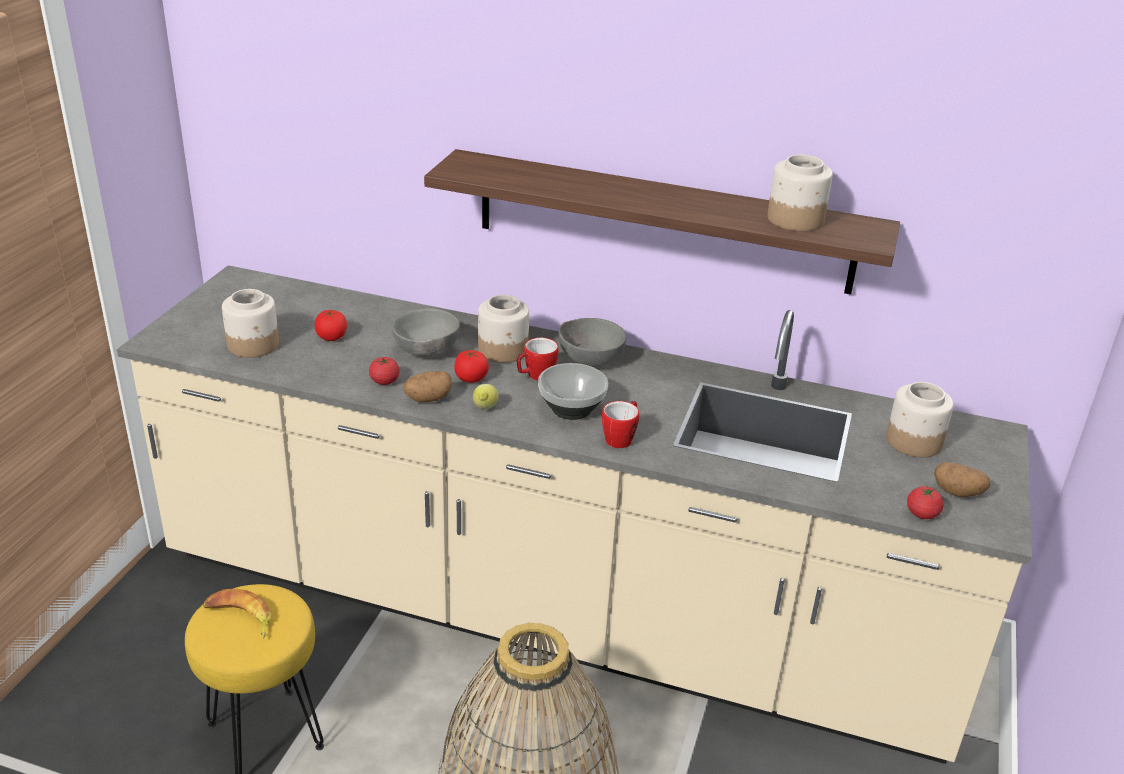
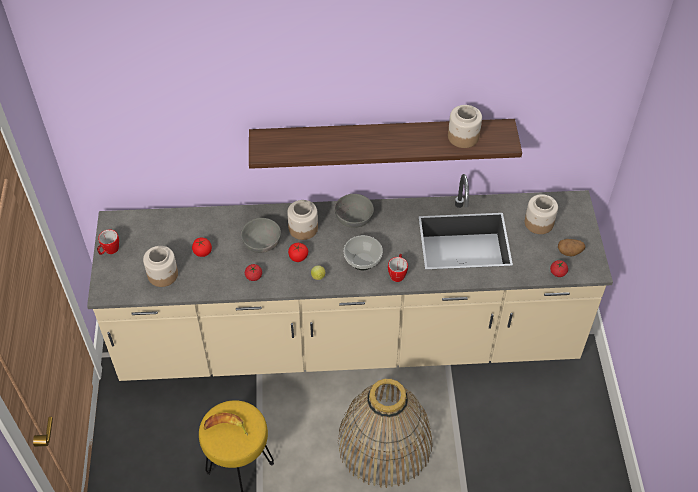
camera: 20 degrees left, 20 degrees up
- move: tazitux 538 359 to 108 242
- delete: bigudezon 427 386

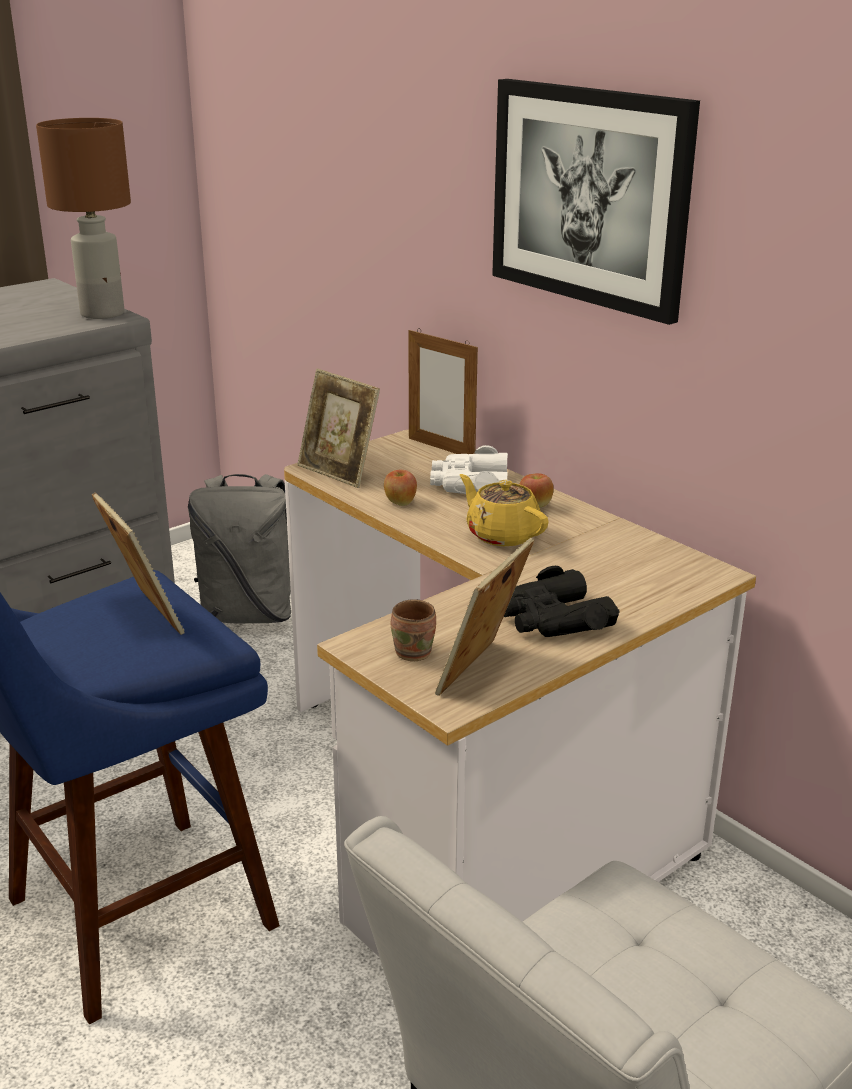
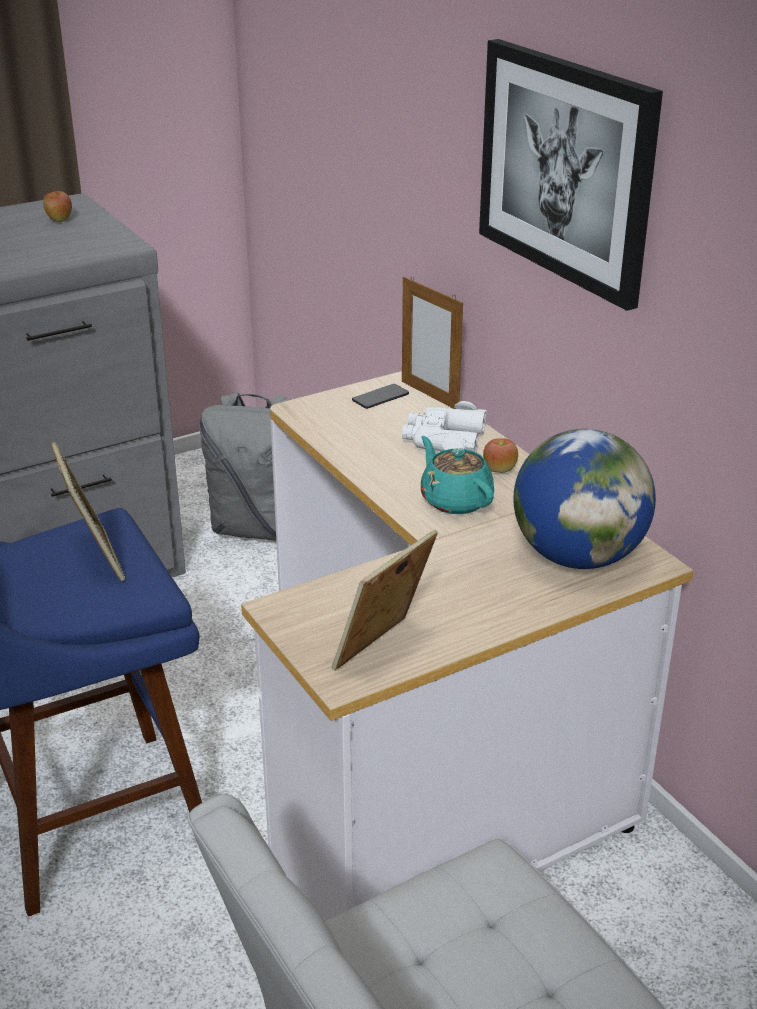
camera: 10 degrees right, 5 degrees up
- delete: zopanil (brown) 83 218
- delete: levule 338 428
- move: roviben 400 488 to 57 206
- recolor: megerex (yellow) 504 510 to megerex (turquoise) 457 475
- delete: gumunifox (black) 562 601
- delete: tazitux (brown) 413 630
- insert: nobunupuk 380 396
- insert: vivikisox 584 499

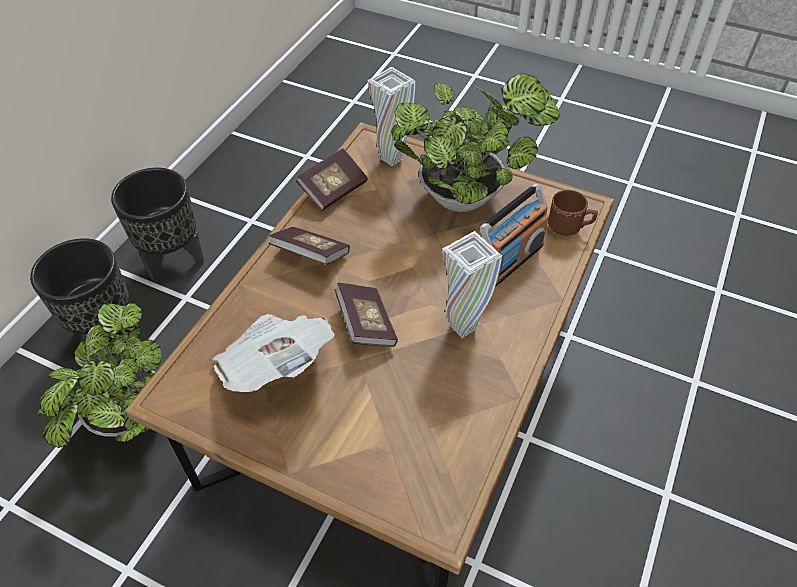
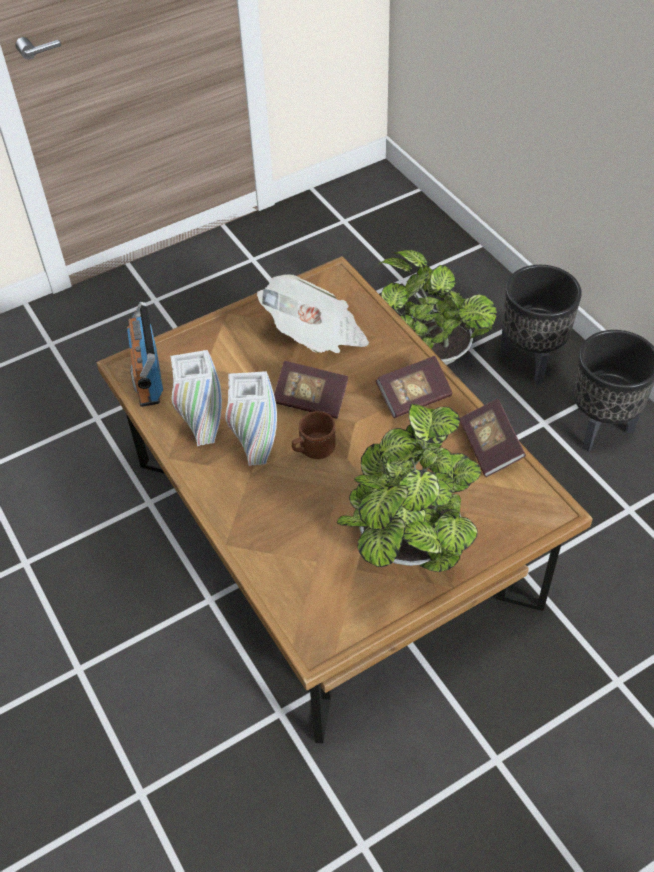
camera: 125 degrees right, 0 degrees up
- move: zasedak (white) 391 116 to 196 398
- move: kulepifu 514 235 to 145 354
- move: tazitux (brown) 573 213 to 314 435

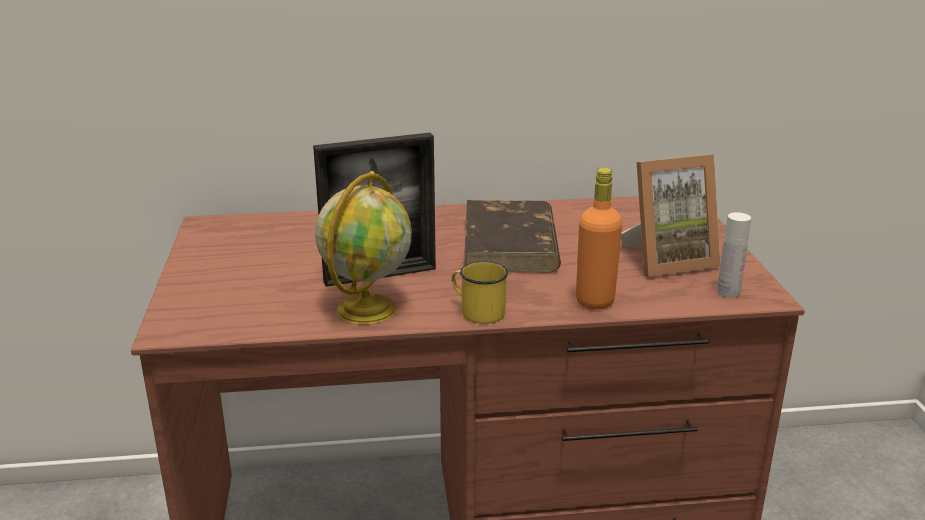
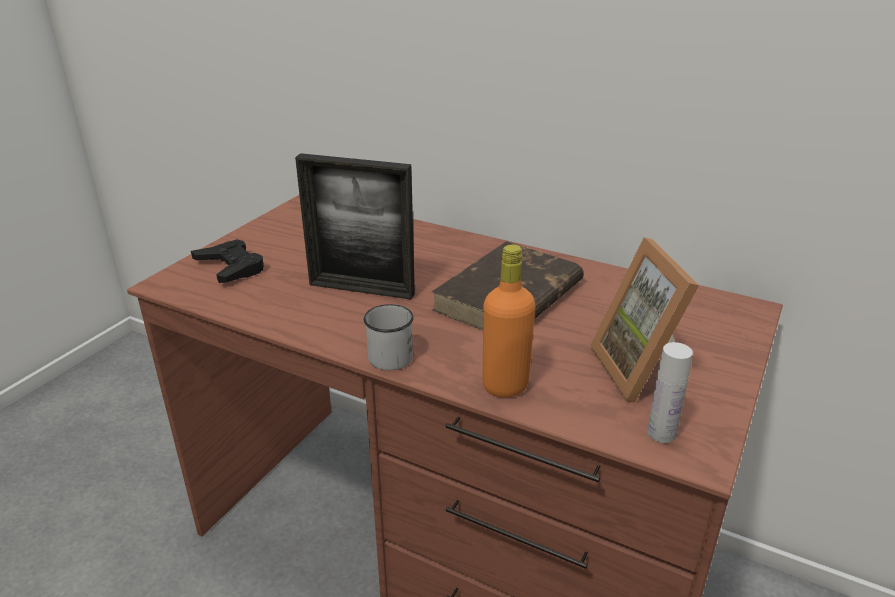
camera: 35 degrees right, 5 degrees up
- rotate: levule 670 215 = 644 319 60 degrees clockwise
- delete: vivikisox 363 247
- recolor: tazitux (yellow) 480 292 to tazitux (white) 388 337
- insert: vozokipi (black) 227 261

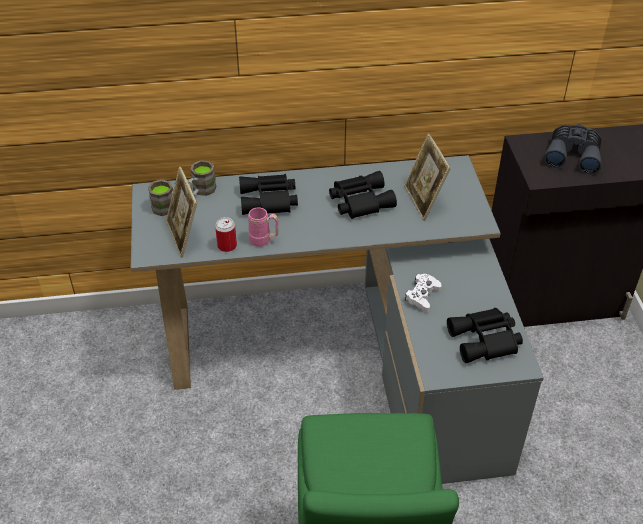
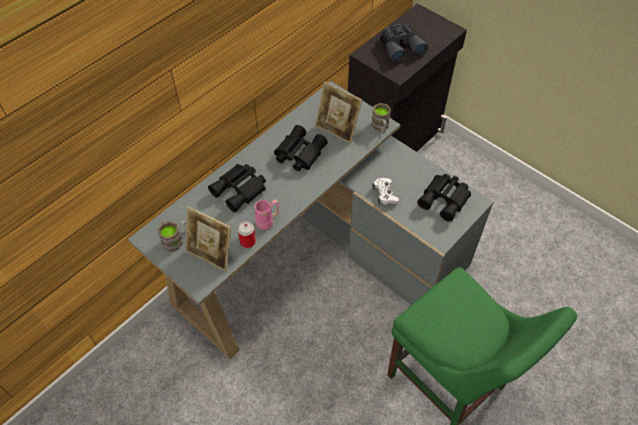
camera: 40 degrees left, 10 degrees up
- move: tazitux (brown) 202 178 to 381 118

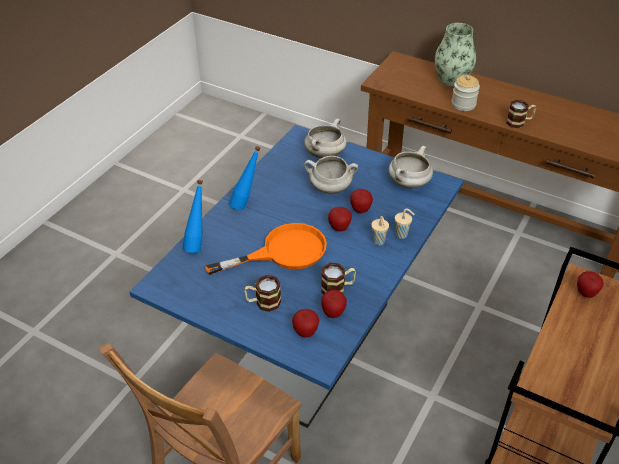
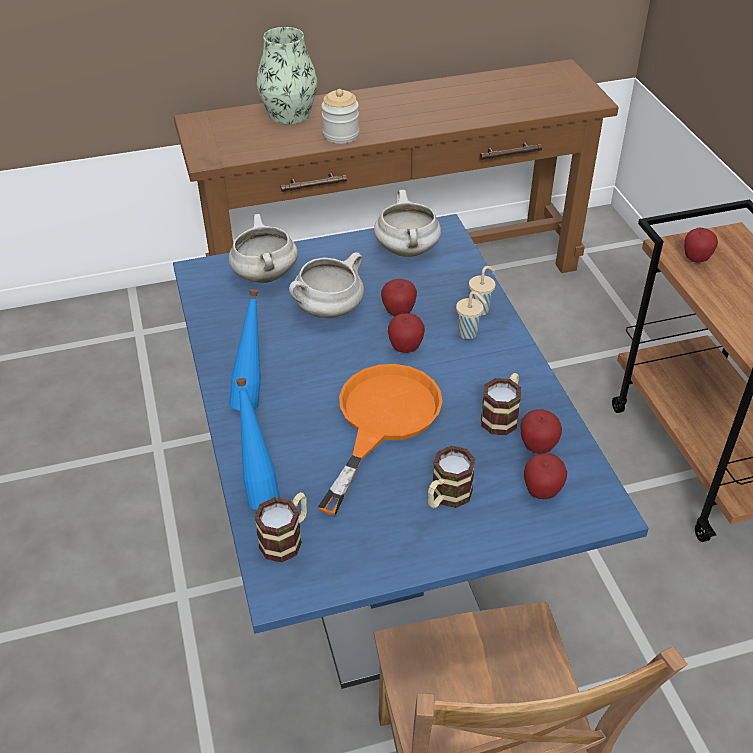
camera: 45 degrees left, 0 degrees up
- move: tazitux 521 114 to 280 527

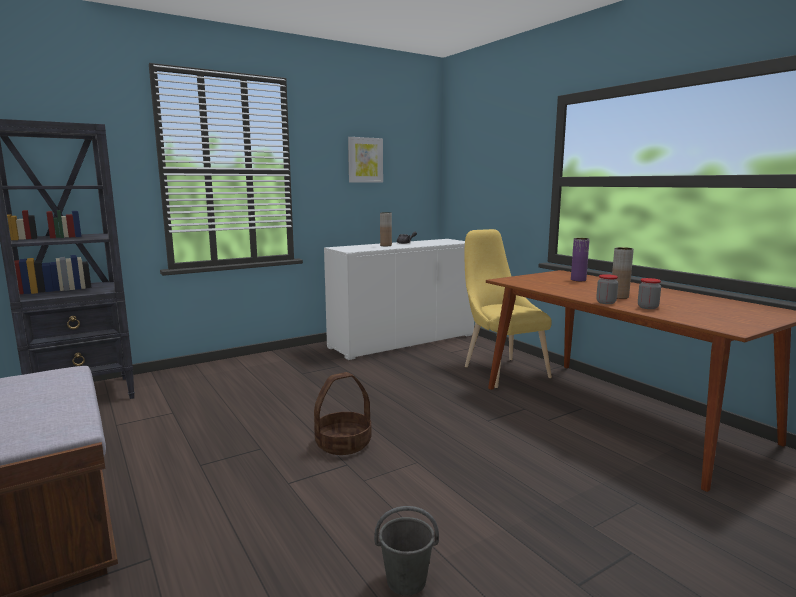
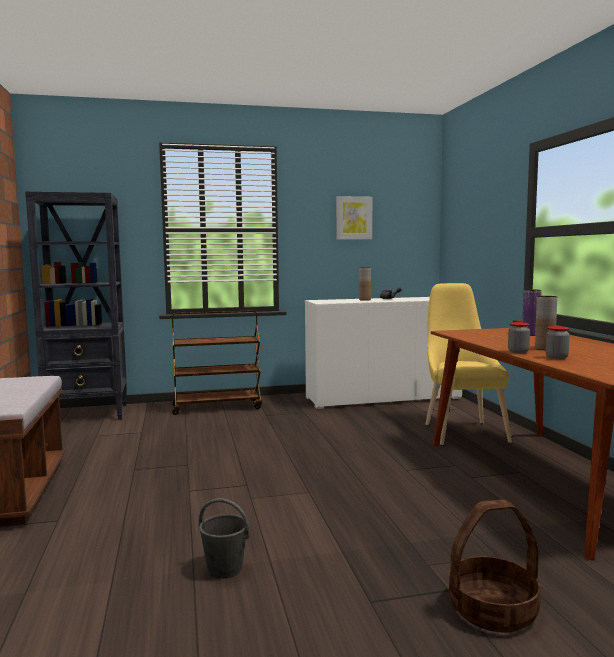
camera: 20 degrees right, 5 degrees down
- move: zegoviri 342 413 to 495 566
- insert: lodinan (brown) 217 362

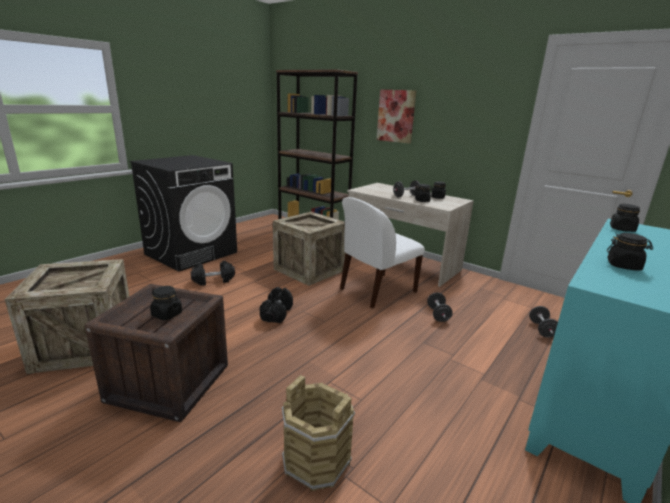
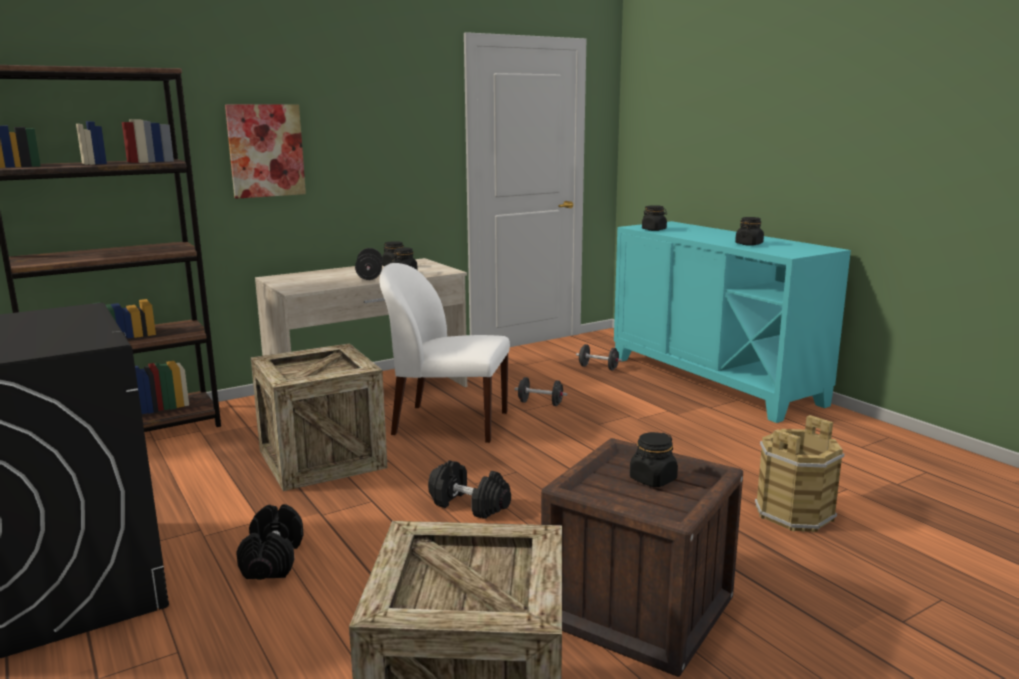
camera: 70 degrees left, 5 degrees down
- rotate: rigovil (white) 382 252 = 444 353 120 degrees clockwise

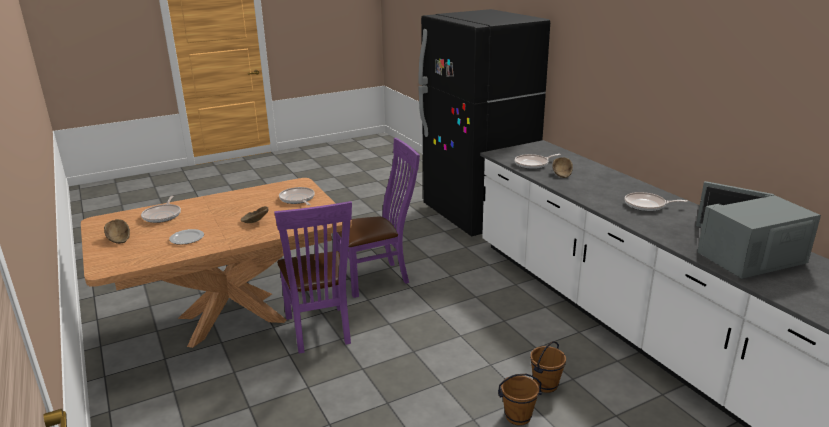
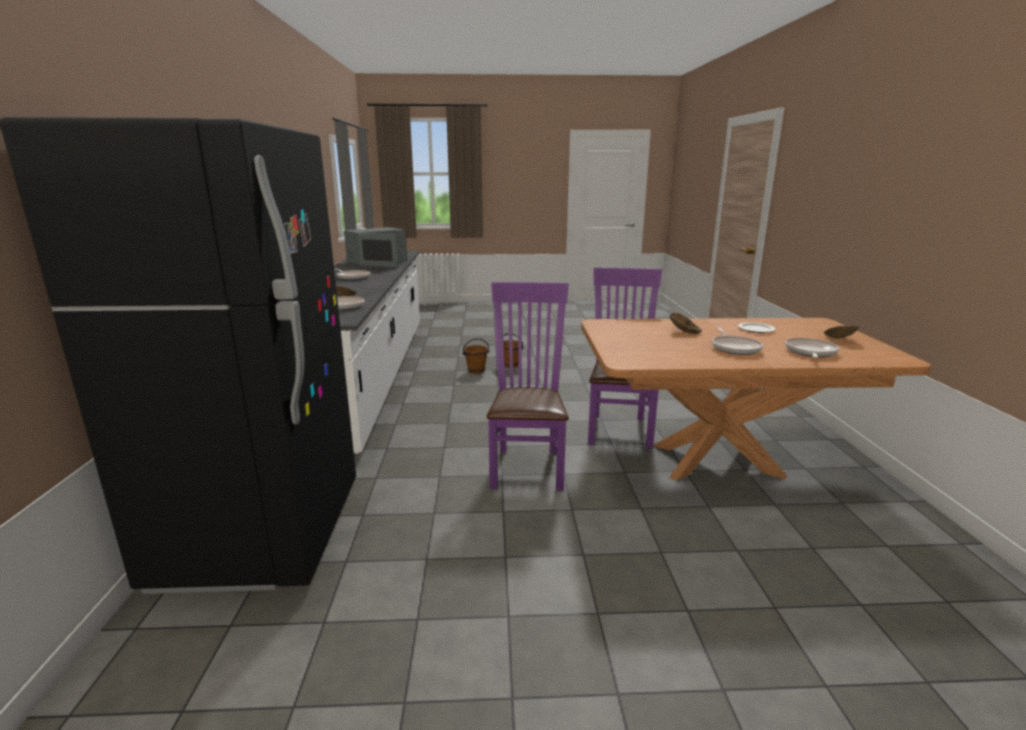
camera: 155 degrees left, 5 degrees down
- rotate: rigovil (purple) 378 218 = 528 386 90 degrees clockwise
- rotate: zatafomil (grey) 758 230 = 375 247 45 degrees counterclockwise
- move: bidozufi 297 196 to 737 341

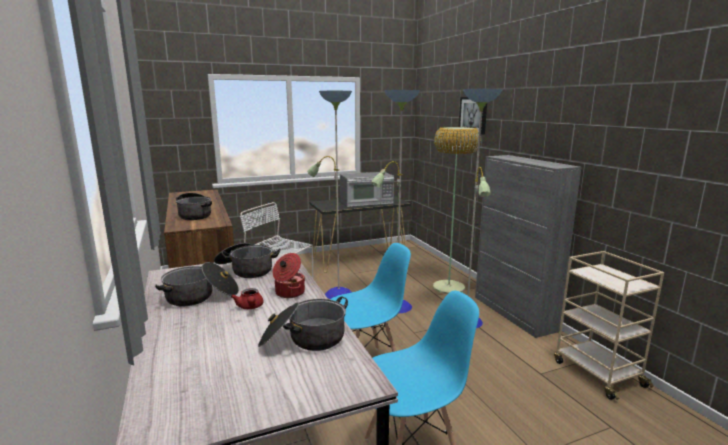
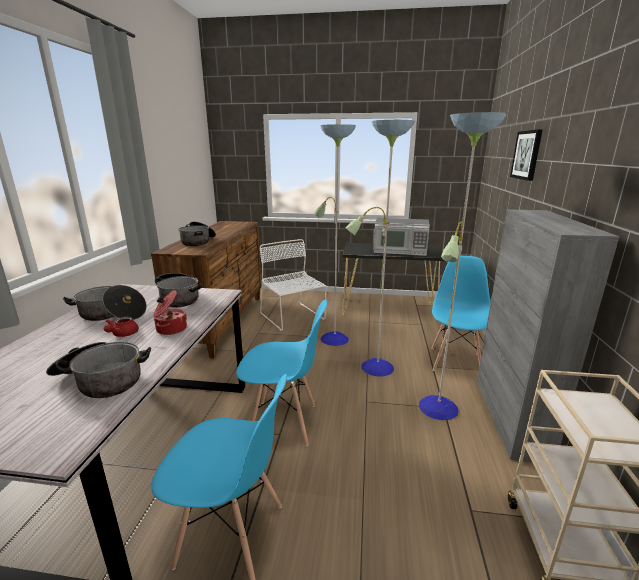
camera: 30 degrees right, 5 degrees up
- replace: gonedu 457 210 to rigovil (blue) 461 313

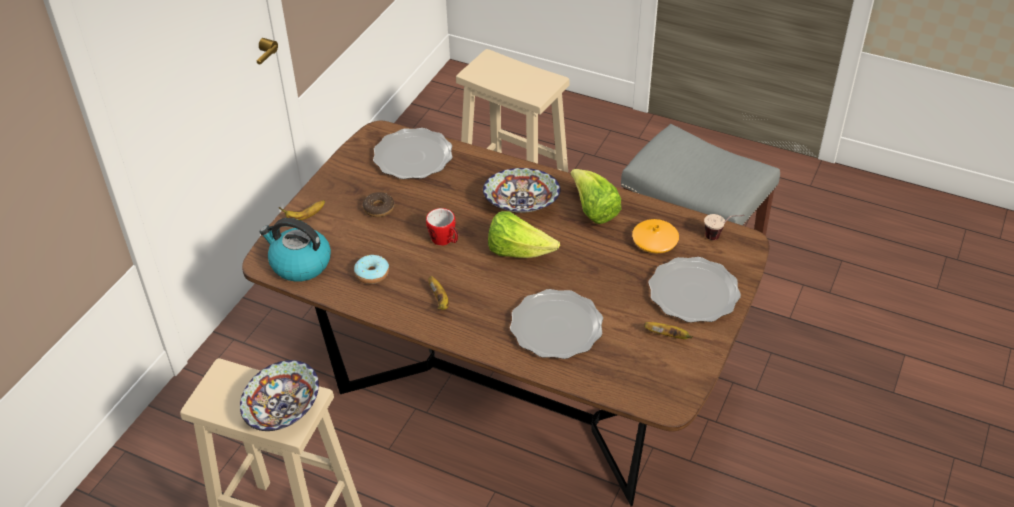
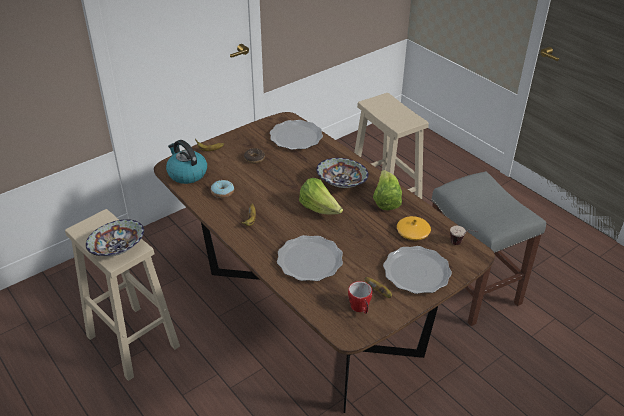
camera: 25 degrees right, 5 degrees down
- move: tazitux 442 227 to 360 297

